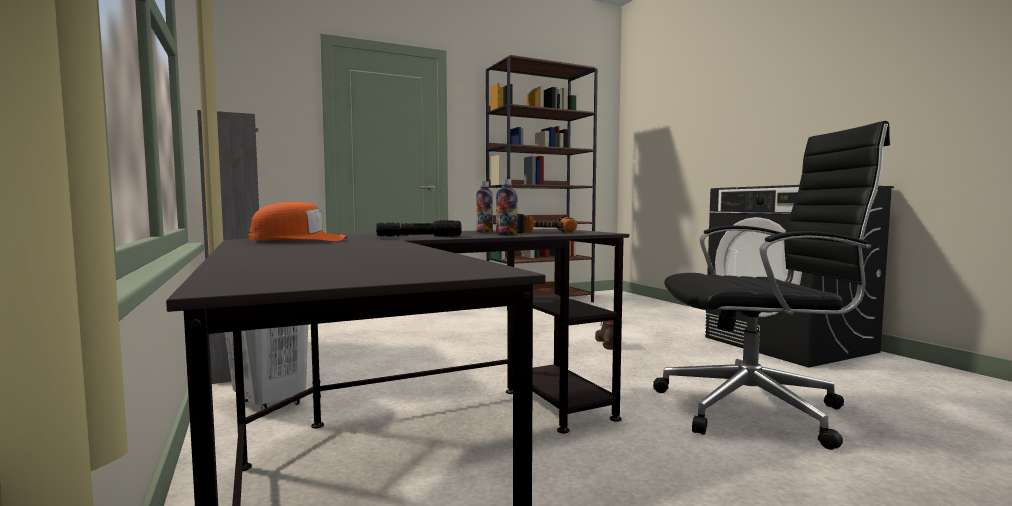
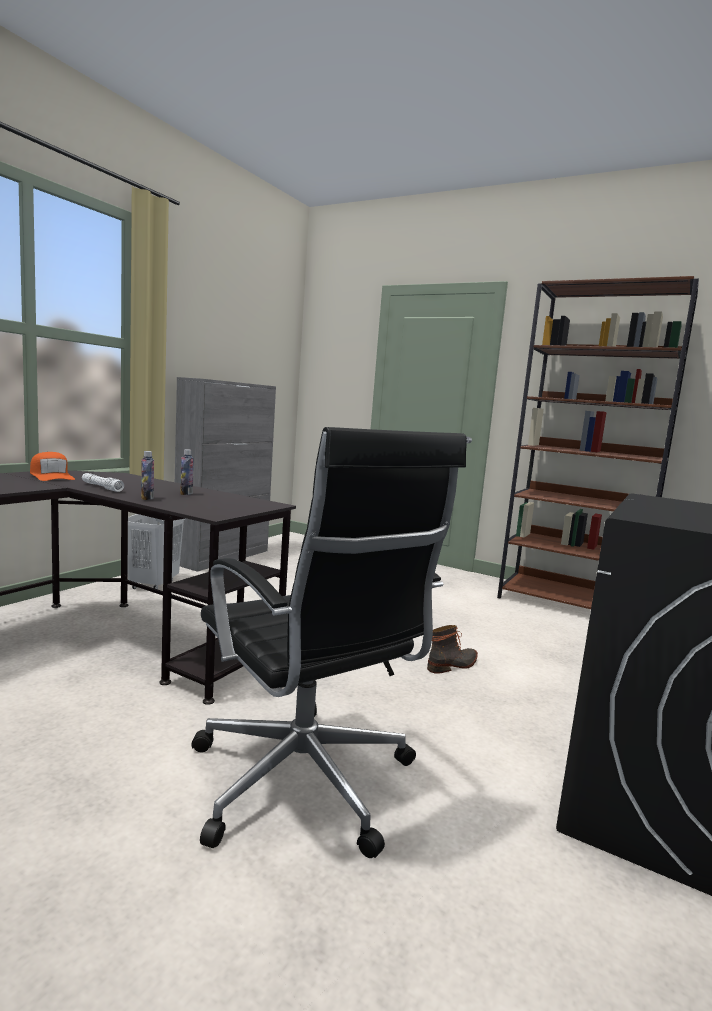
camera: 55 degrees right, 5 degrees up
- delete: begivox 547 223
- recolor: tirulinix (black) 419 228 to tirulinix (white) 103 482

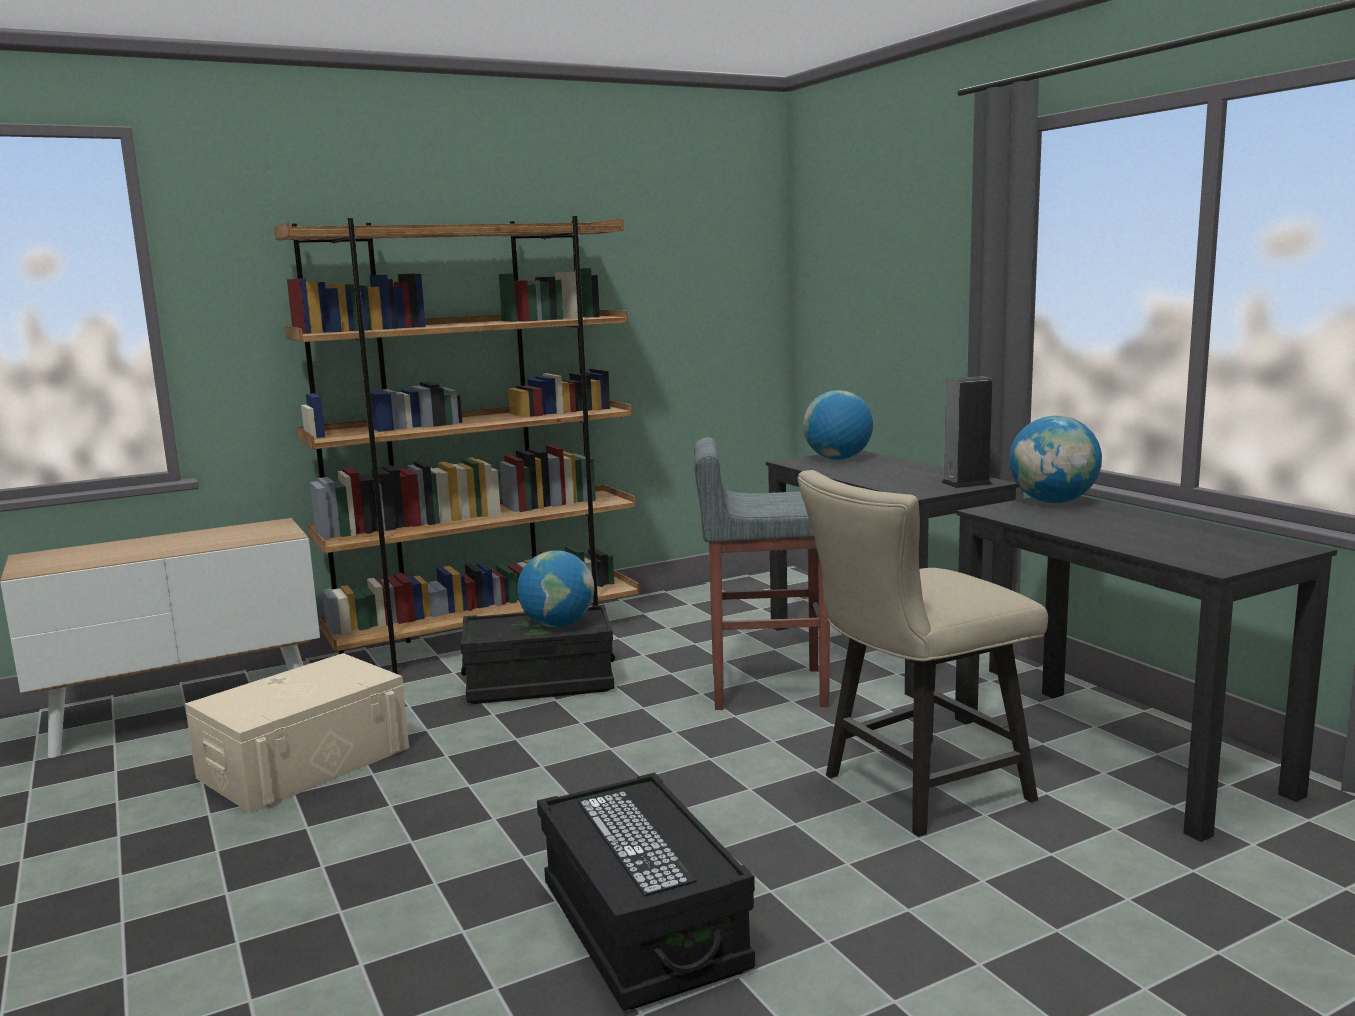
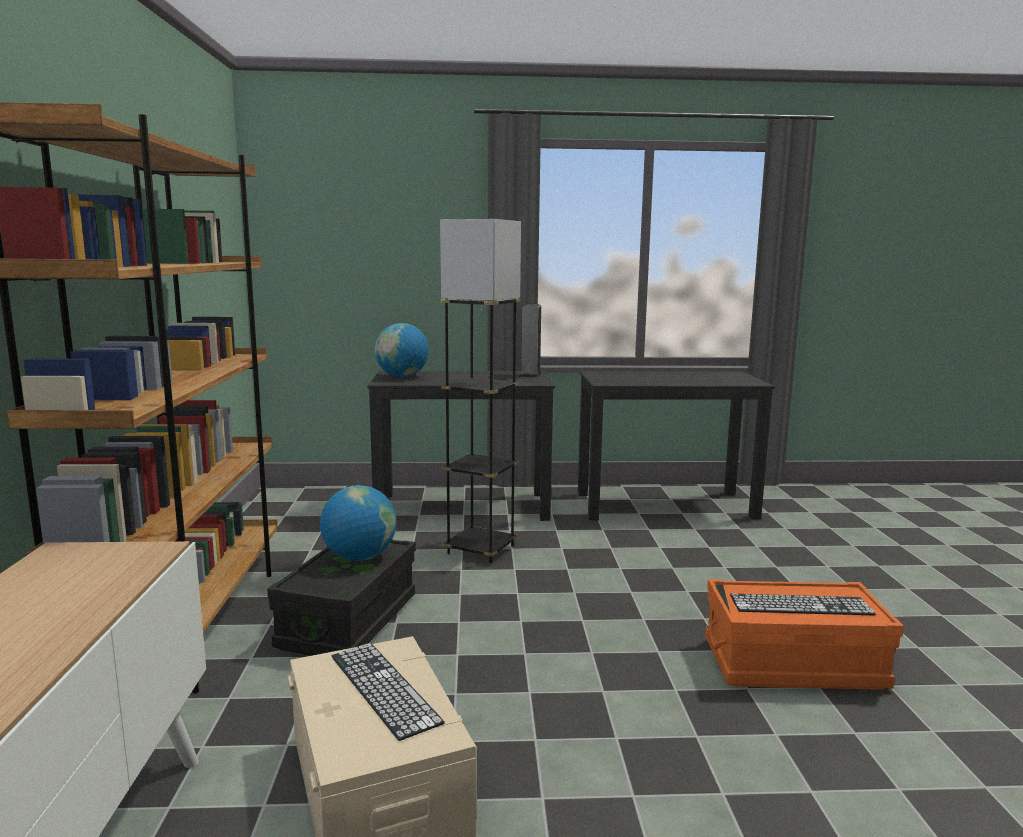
camera: 65 degrees left, 0 degrees up
- delete: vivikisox 1055 459
- replace: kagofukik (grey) 762 573 to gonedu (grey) 480 391
- delete: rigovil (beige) 922 653
- recolor: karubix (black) 646 891 to karubix (orange) 804 634
- insert: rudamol 388 692

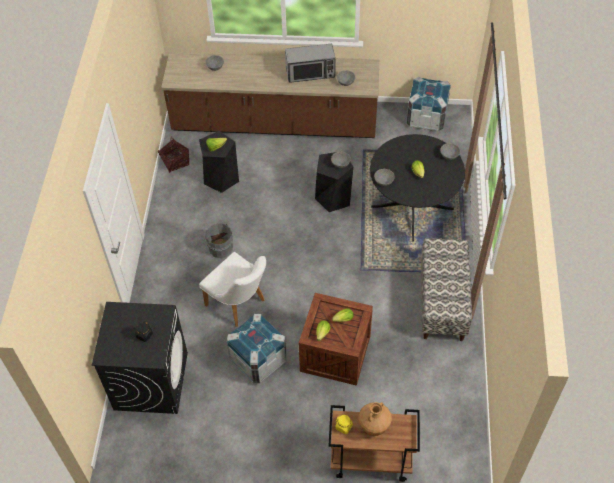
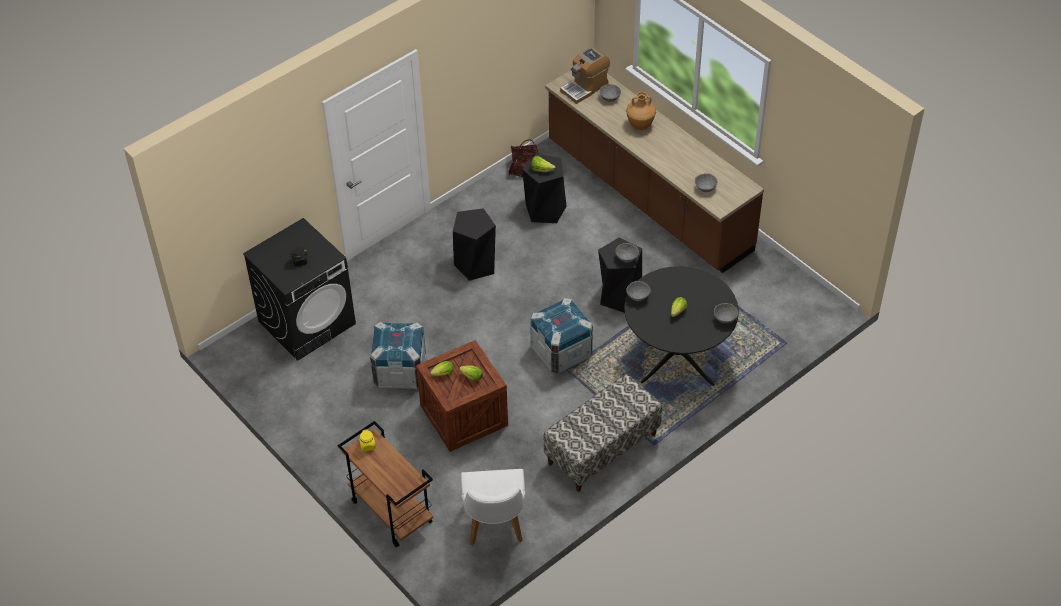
camera: 45 degrees right, 5 degrees down
- delete: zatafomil 310 63
- move: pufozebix 428 104 to 561 336
- replace: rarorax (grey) 218 241 to kagofukik (black) 474 244
- move: rigovil (white) 232 289 to 493 507
- move: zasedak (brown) 375 419 to 641 111
- insert: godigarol 585 75

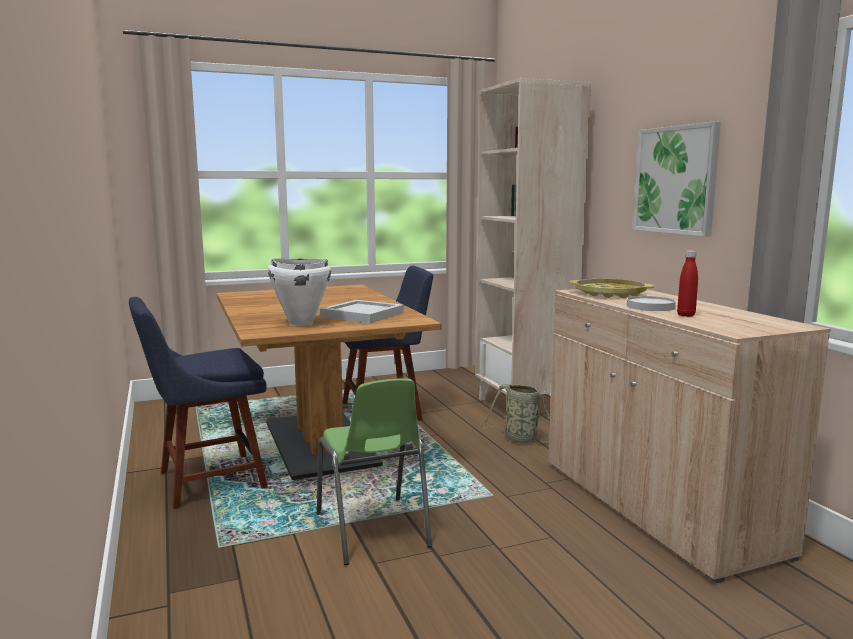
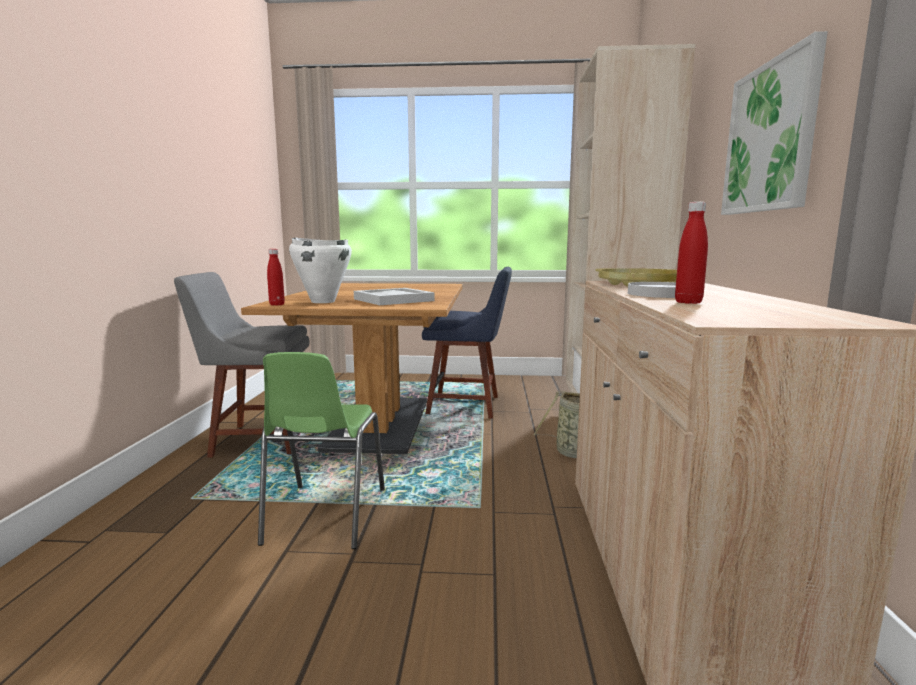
camera: 25 degrees right, 0 degrees up
- recolor: rigovil (blue) 198 403 to rigovil (grey) 241 365
- insert: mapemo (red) 276 277

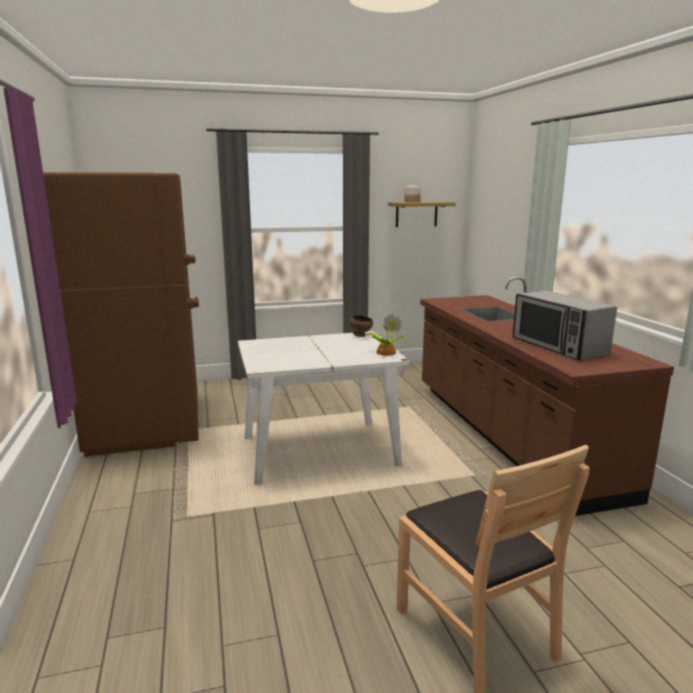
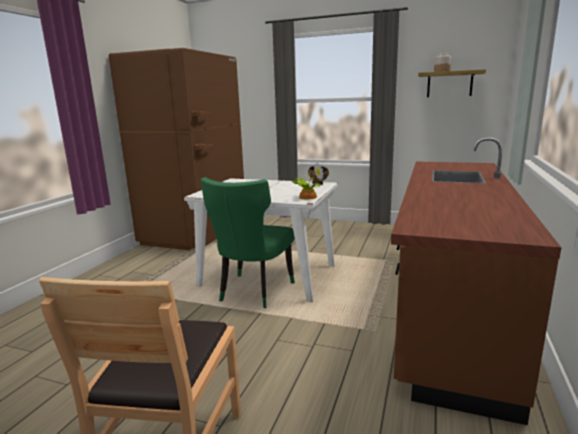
camera: 35 degrees right, 0 degrees up
- delete: zatafomil 564 325
- insert: rigovil (green) 248 242

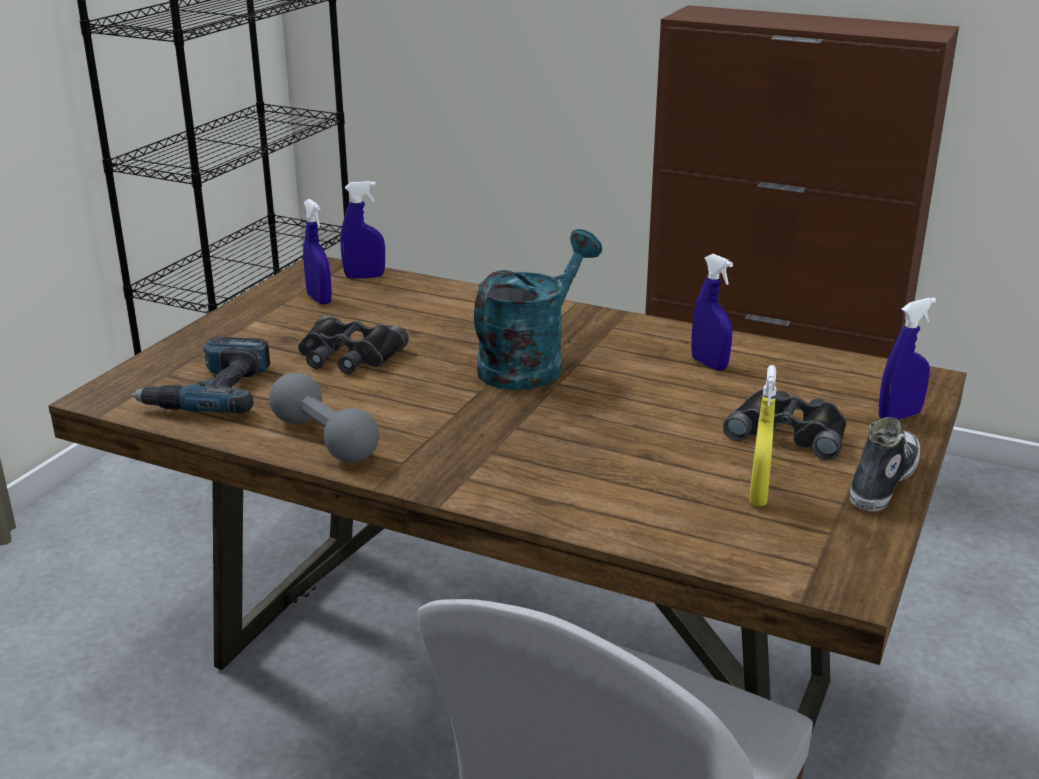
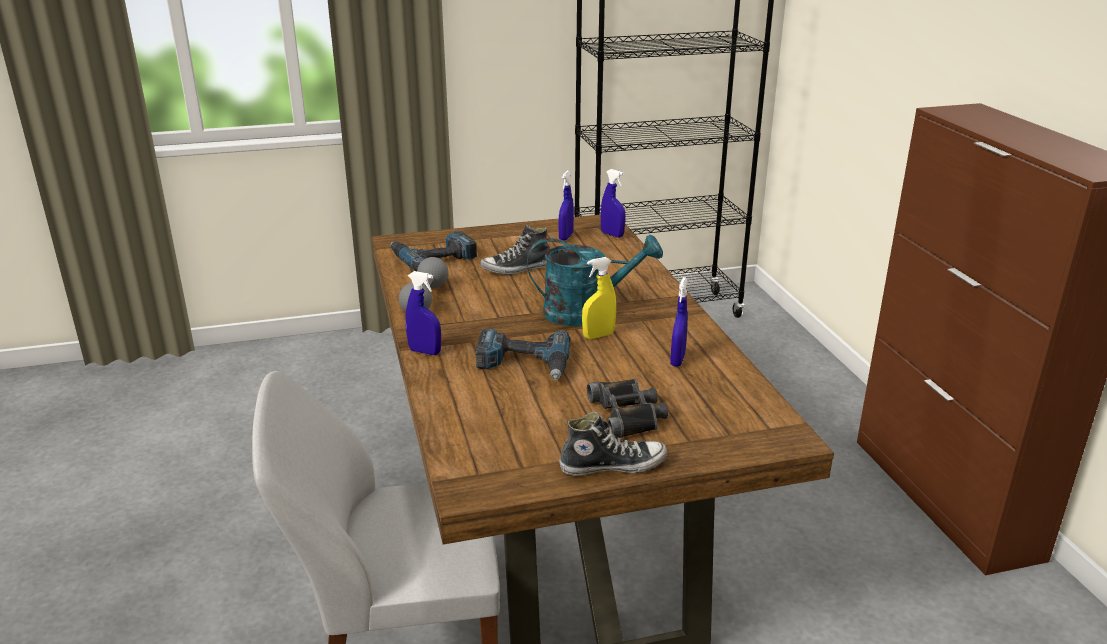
camera: 50 degrees right, 0 degrees up
- move: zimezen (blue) 907 359 to 423 313
- replace: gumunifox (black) 353 345 to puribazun 515 249
- move: zimezen (yellow) 763 435 to 599 298
- insert: begivox 522 354

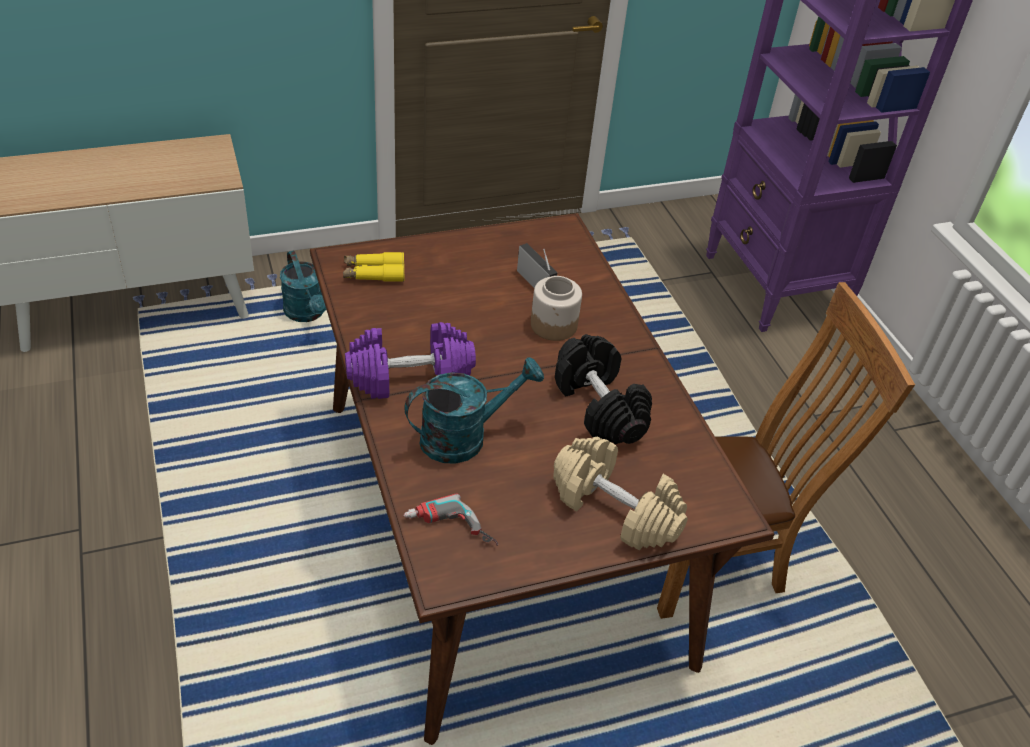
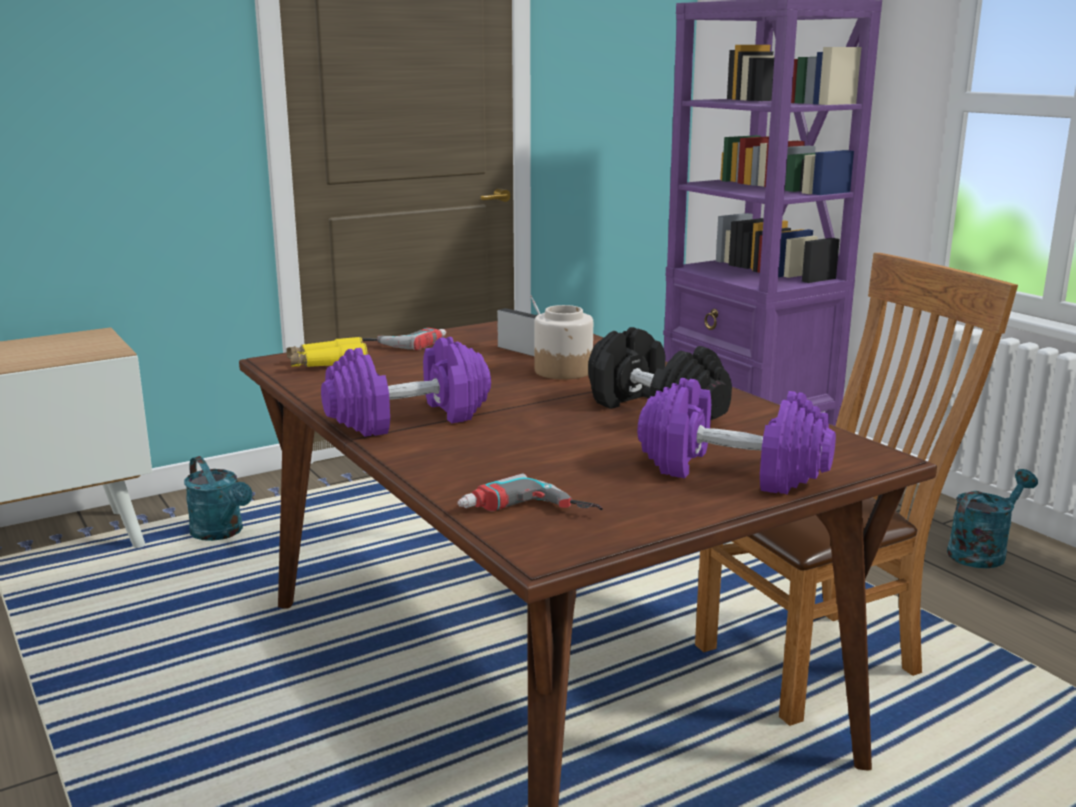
camera: 10 degrees left, 25 degrees down
- move: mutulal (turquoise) 474 410 to 992 518
- recolor: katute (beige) 620 493 to katute (purple) 736 436
- insert: begivox 404 339

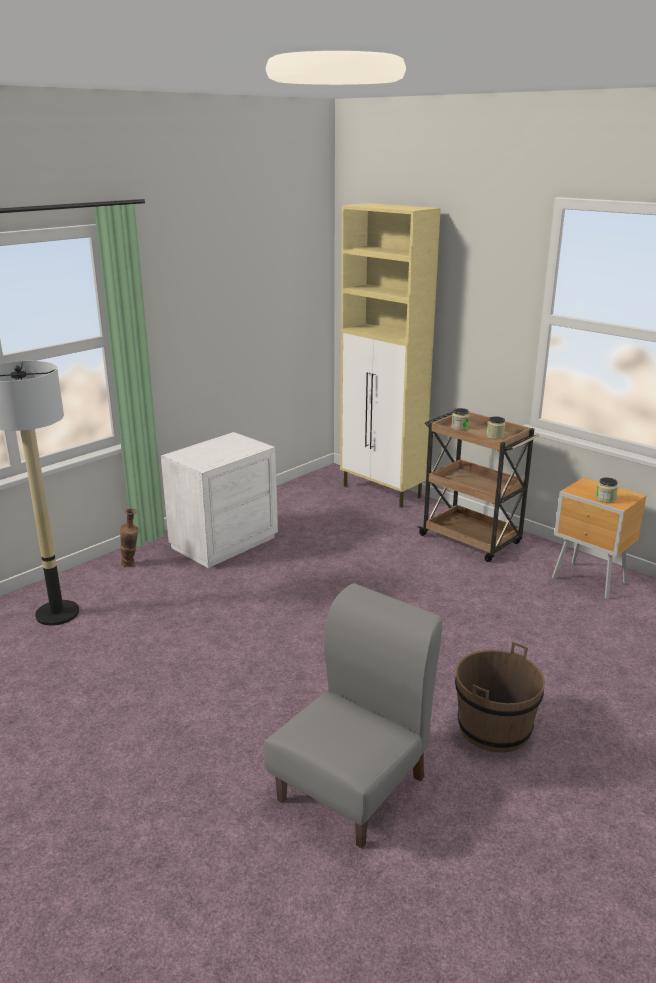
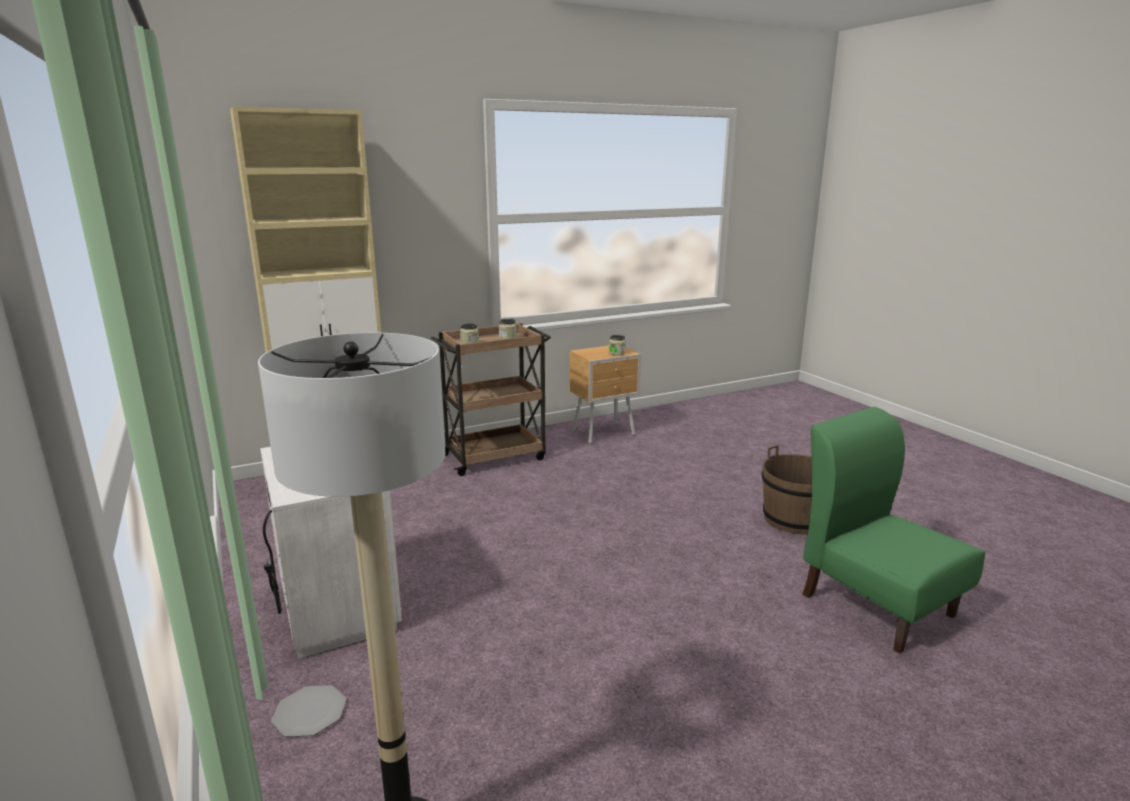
camera: 70 degrees left, 5 degrees down
- replace: zasedak 129 537 to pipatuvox 308 711
- recolor: rigovil (grey) 353 716 to rigovil (green) 893 530

